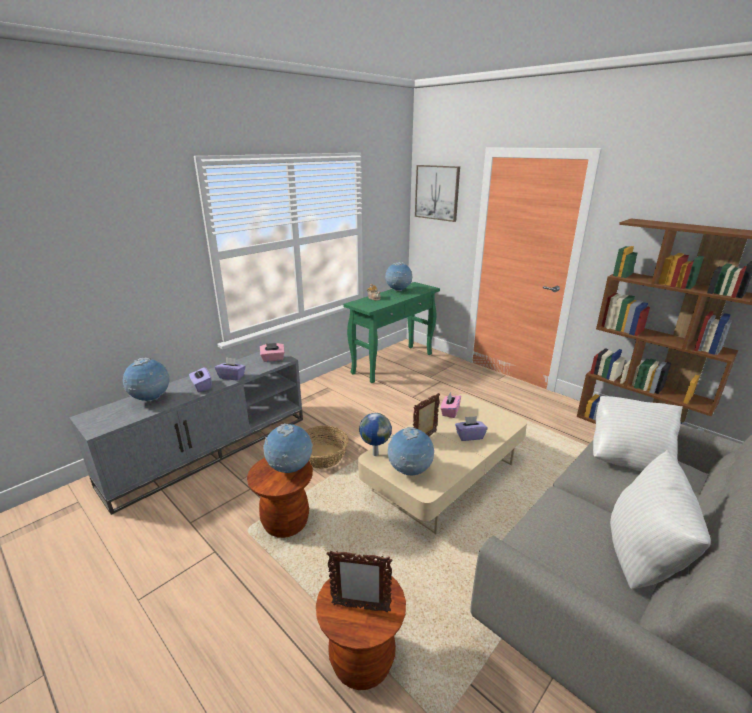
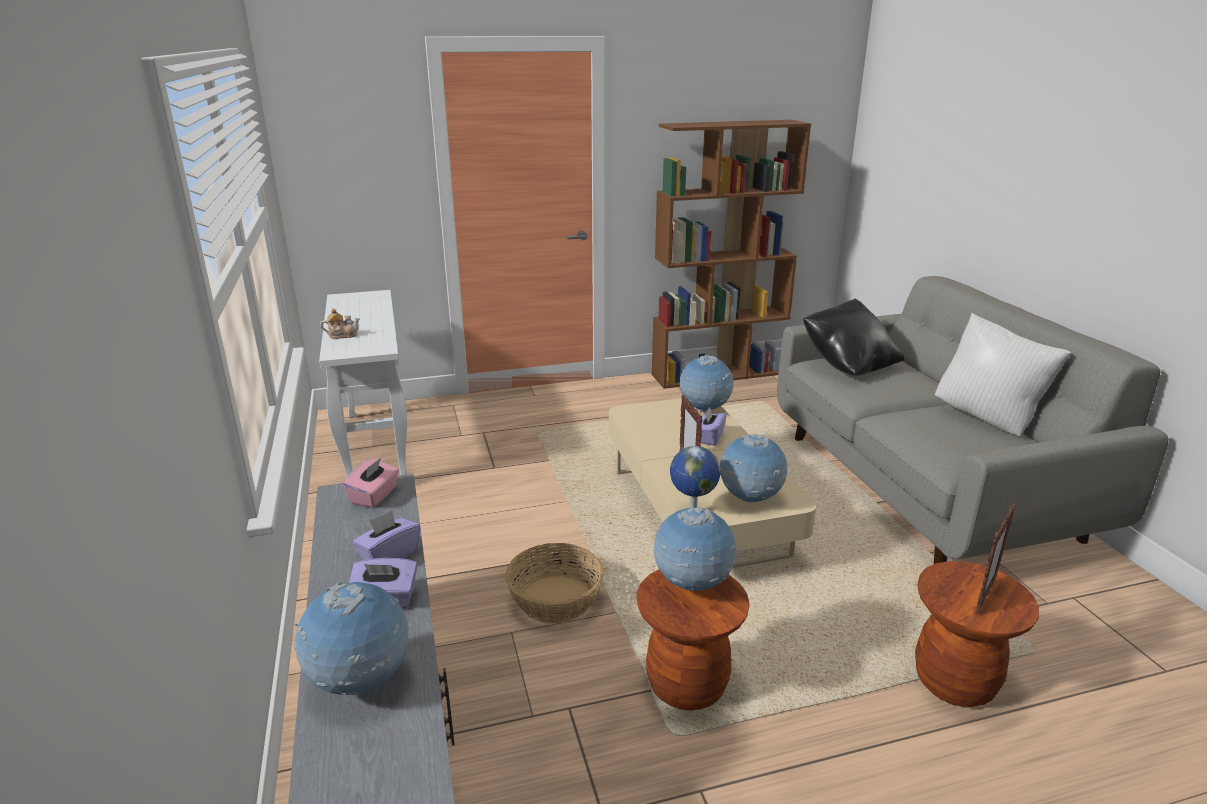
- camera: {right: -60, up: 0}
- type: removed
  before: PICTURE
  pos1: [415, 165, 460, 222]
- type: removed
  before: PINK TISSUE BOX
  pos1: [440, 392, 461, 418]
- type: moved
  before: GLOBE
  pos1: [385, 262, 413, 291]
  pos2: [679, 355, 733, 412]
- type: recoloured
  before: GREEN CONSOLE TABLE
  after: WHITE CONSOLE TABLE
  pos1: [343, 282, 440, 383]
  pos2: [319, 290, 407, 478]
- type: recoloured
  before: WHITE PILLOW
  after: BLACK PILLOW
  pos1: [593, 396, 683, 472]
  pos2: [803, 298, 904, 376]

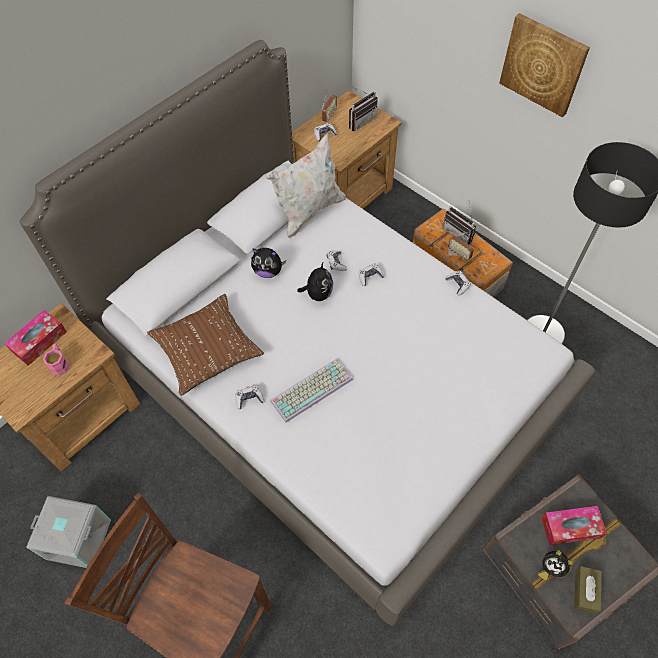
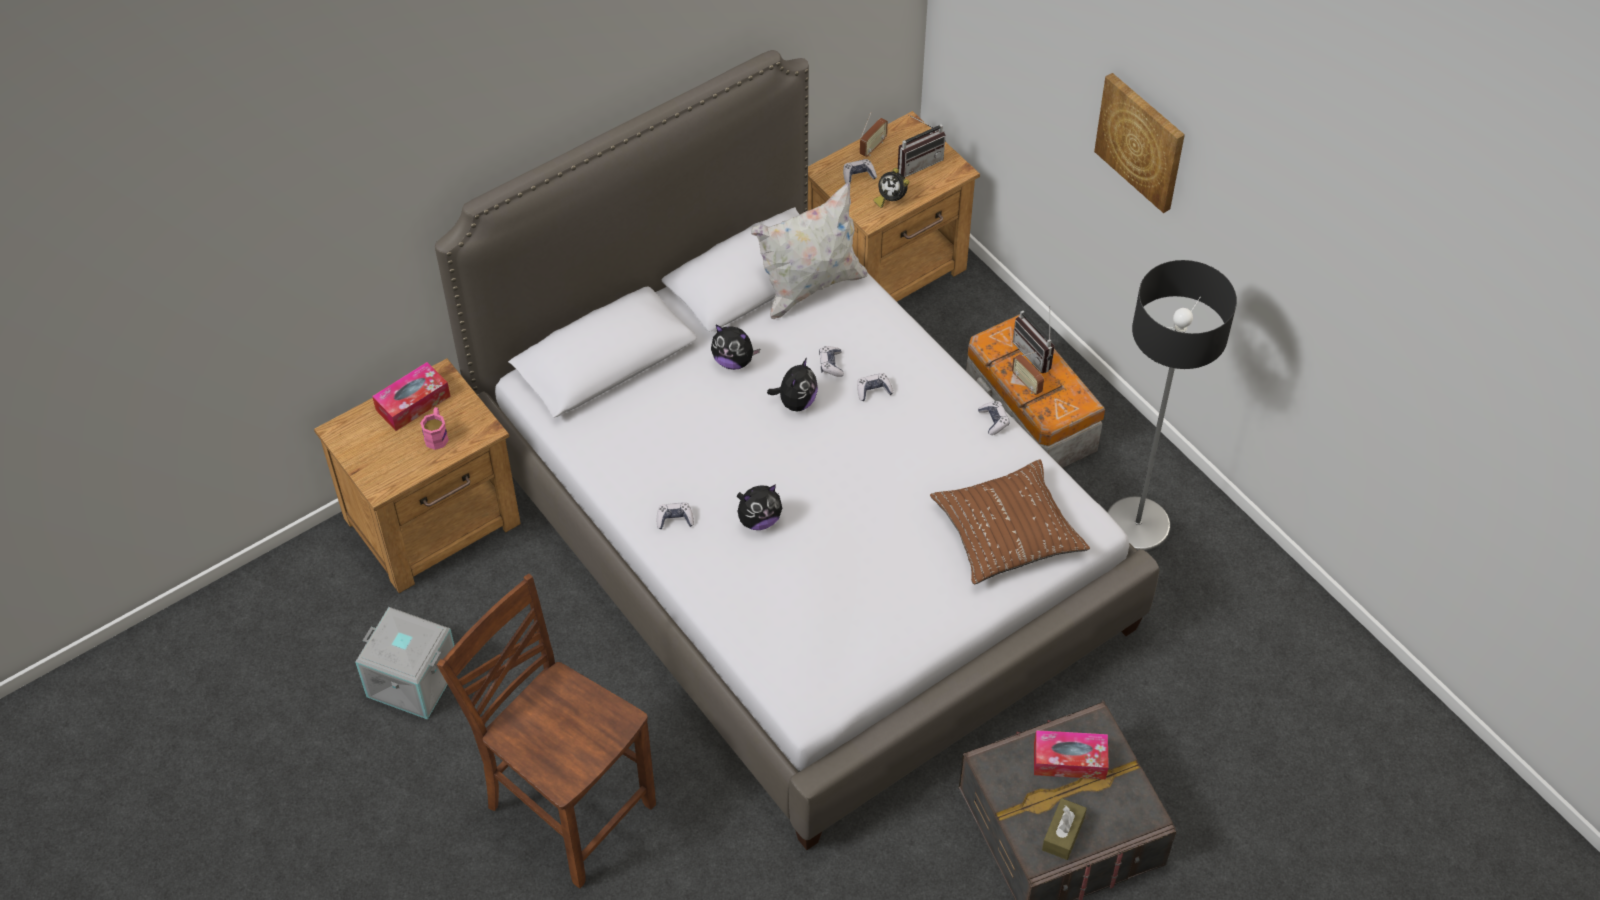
- camera: {right: 10, up: -5}
- type: moved
  before: BROWN PILLOW
  pos1: [147, 294, 264, 396]
  pos2: [930, 460, 1090, 584]
- type: moved
  before: ALARM CLOCK
  pos1: [538, 550, 573, 581]
  pos2: [873, 168, 909, 208]
- type: replaced
  before: KEYBOARD
  after: PLUSH TOY
  pos1: [270, 359, 353, 423]
  pos2: [737, 484, 782, 530]

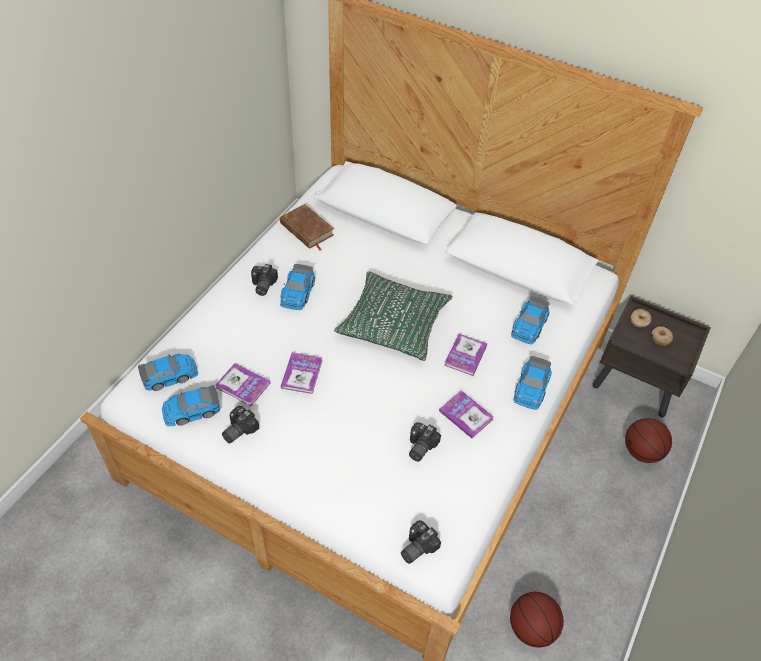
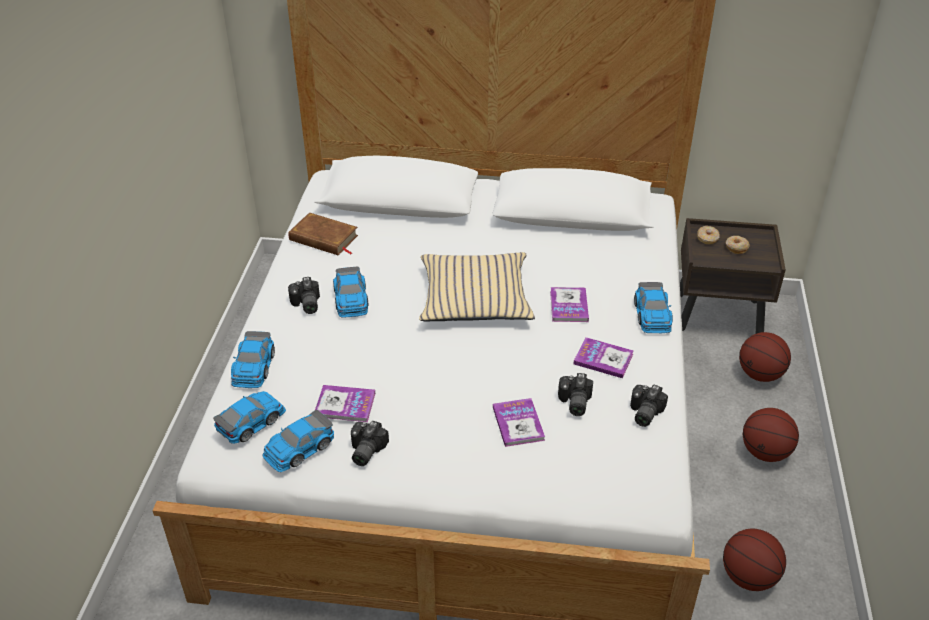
- camera: {right: -20, up: -10}
- type: added
  after: BASKETBALL
  pos2: [743, 408, 799, 462]
- type: moved
  before: BOOK
  pos1: [281, 352, 322, 394]
  pos2: [493, 398, 545, 447]
- type: moved
  before: PHOTO CAMERA
  pos1: [401, 520, 441, 564]
  pos2: [630, 384, 668, 427]
- type: moved
  before: TOY CAR
  pos1: [511, 296, 550, 344]
  pos2: [231, 331, 275, 388]
- type: recoloured
  before: GREEN PILLOW
  after: BEIGE PILLOW
  pos1: [334, 272, 453, 361]
  pos2: [419, 252, 535, 321]

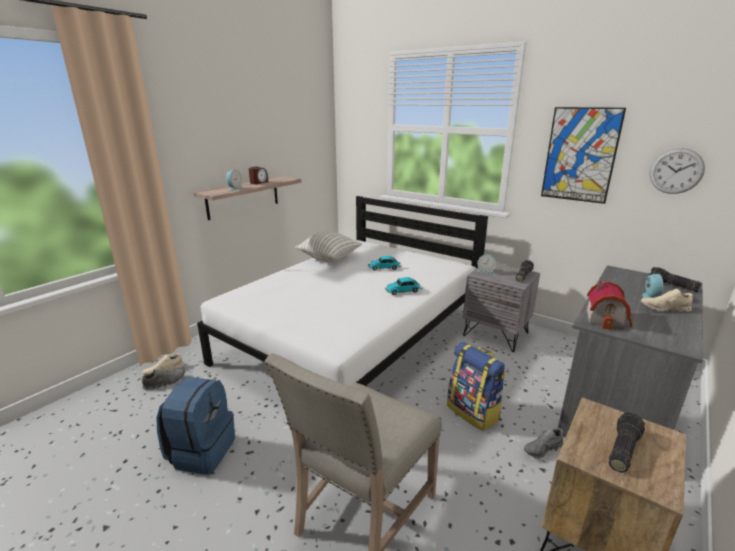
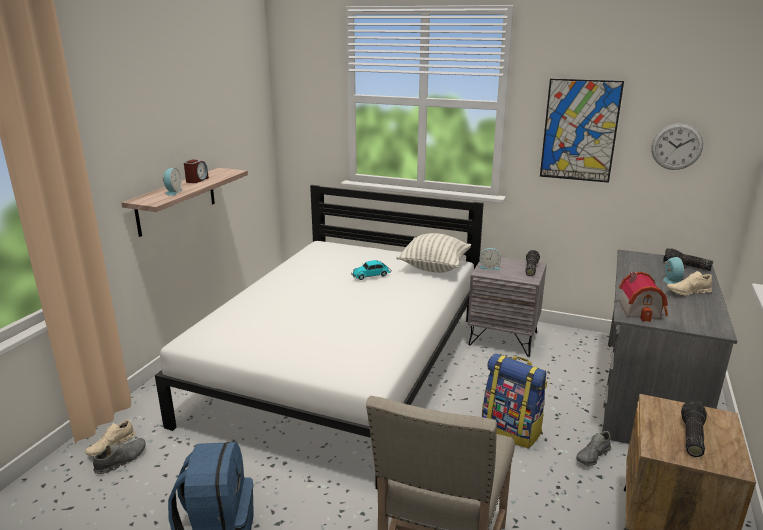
- camera: {right: -15, up: 0}
- type: removed
  before: TOY CAR
  pos1: [385, 277, 422, 295]
- type: moved
  before: PILLOW
  pos1: [295, 232, 362, 262]
  pos2: [396, 233, 471, 273]

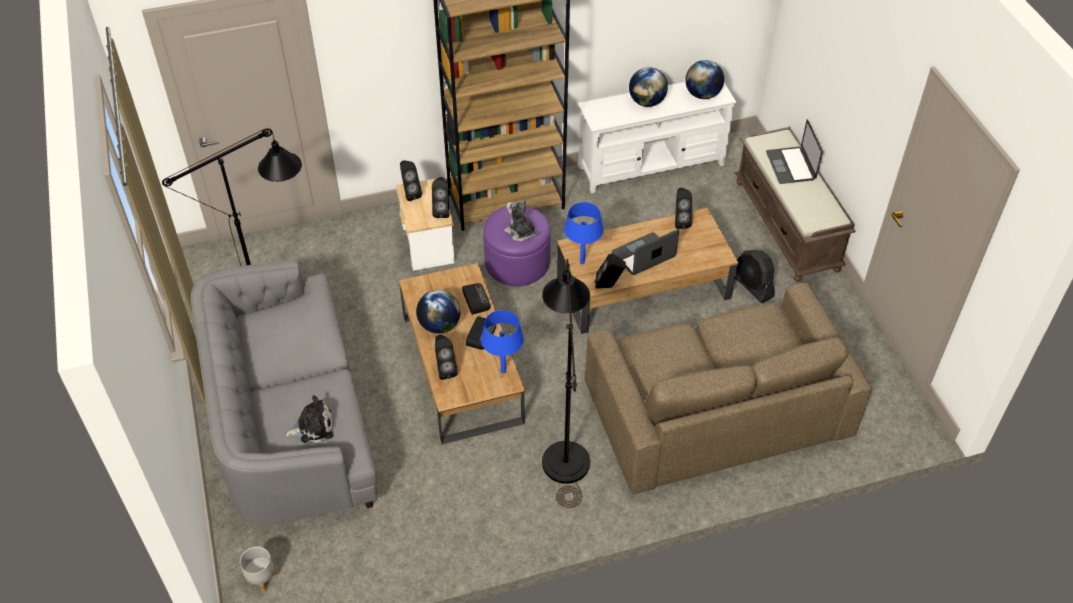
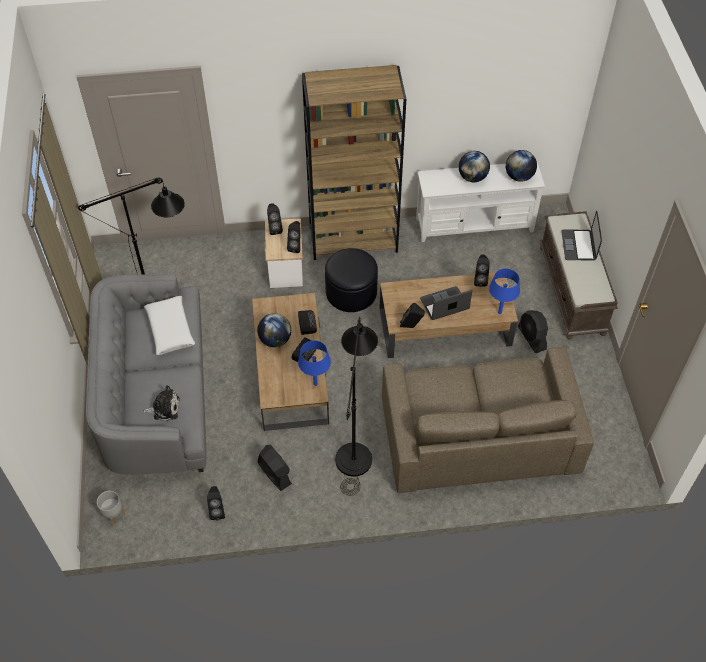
- camera: {right: 10, up: 5}
- type: removed
  before: PLUSH TOY
  pos1: [504, 198, 537, 241]
- type: added
  after: WHITE PILLOW
  pos2: [144, 296, 195, 355]
- type: added
  after: BLACK FAN
  pos2: [258, 445, 292, 491]
- type: moved
  before: BLACK SPEAKER
  pos1: [435, 335, 458, 380]
  pos2: [207, 486, 225, 520]
- type: moved
  before: BLUE TABLE LAMP
  pos1: [564, 202, 604, 265]
  pos2: [489, 268, 520, 314]
- type: recoloured
  before: PURPLE OTTOMAN
  after: BLACK OTTOMAN
  pos1: [483, 206, 551, 286]
  pos2: [325, 248, 378, 312]

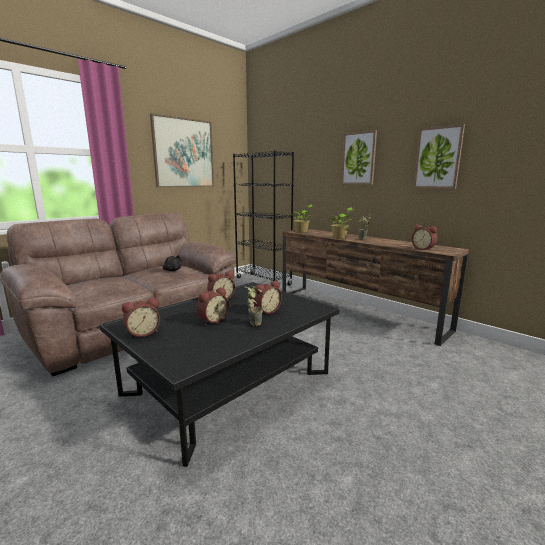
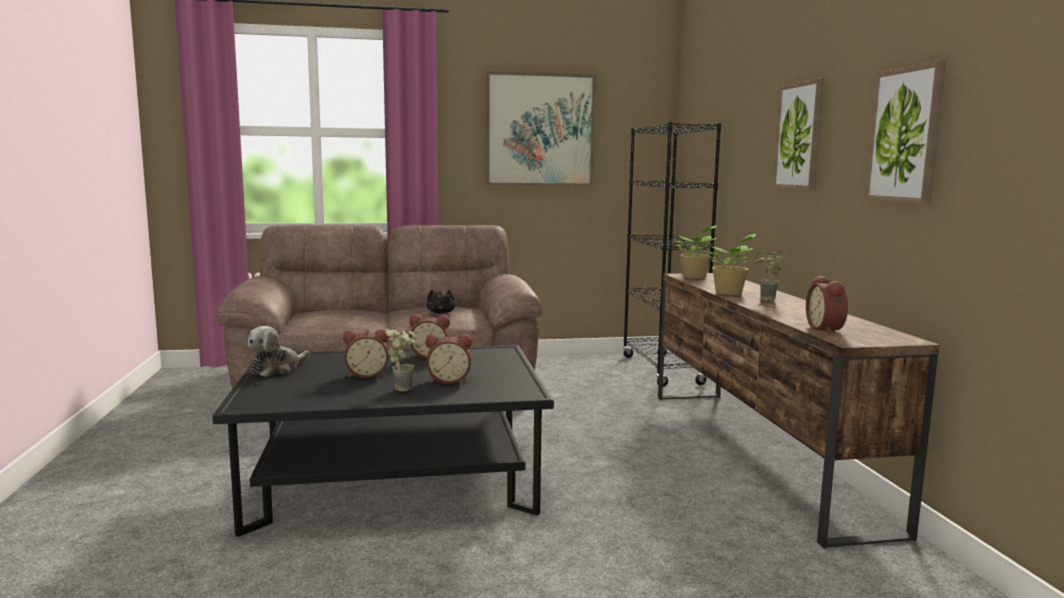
- camera: {right: 35, up: -5}
- type: replaced
  before: ALARM CLOCK
  after: PLUSH TOY
  pos1: [122, 298, 160, 338]
  pos2: [248, 326, 310, 377]

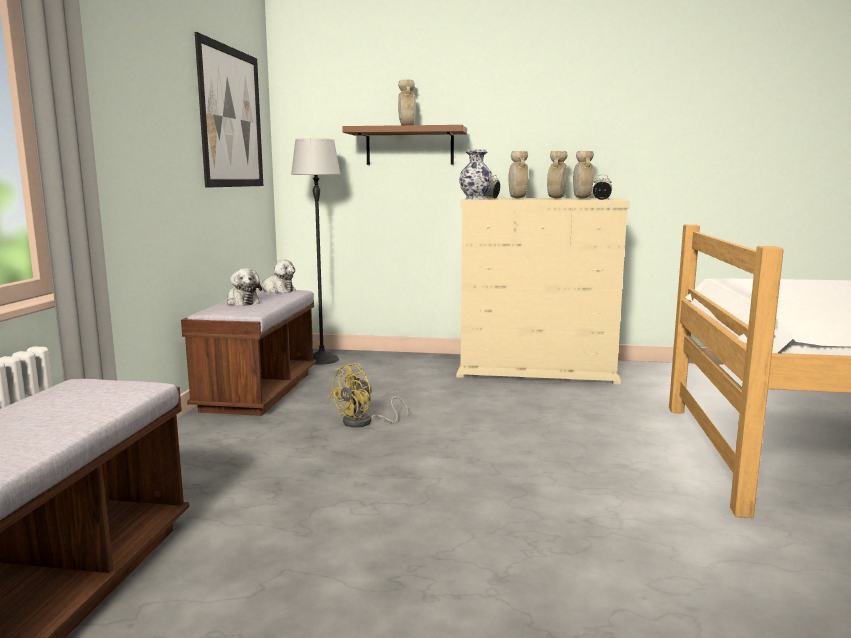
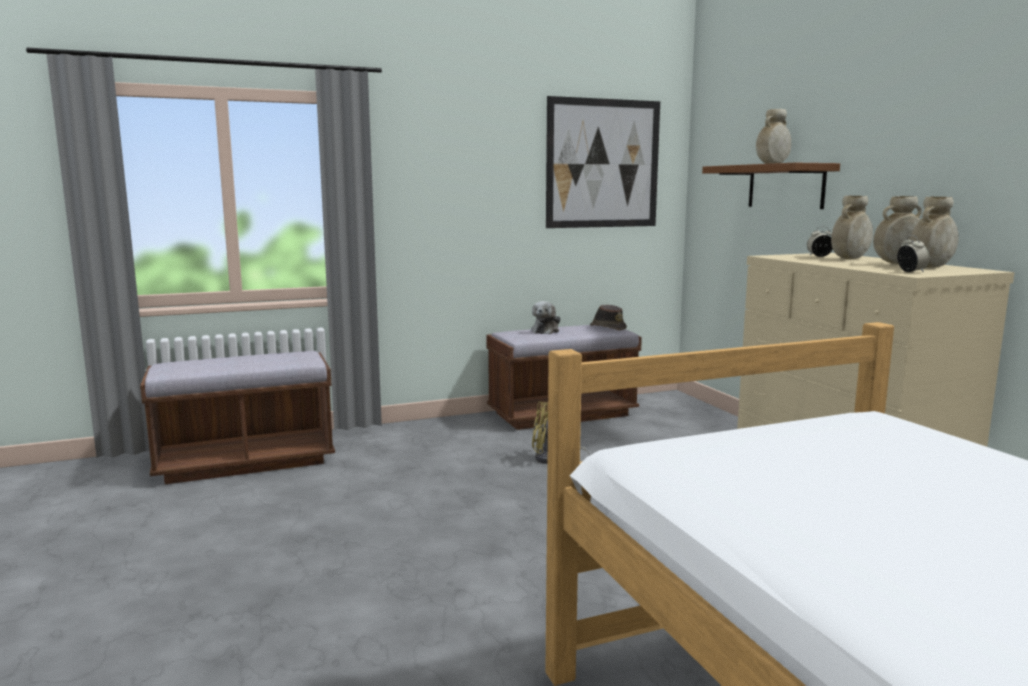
- camera: {right: 60, up: 0}
- type: removed
  before: FLOOR LAMP
  pos1: [291, 138, 341, 365]
- type: removed
  before: VASE
  pos1: [459, 149, 493, 200]
- type: replaced
  before: PLUSH TOY
  after: BROWN HAT
  pos1: [256, 259, 296, 293]
  pos2: [590, 305, 627, 330]

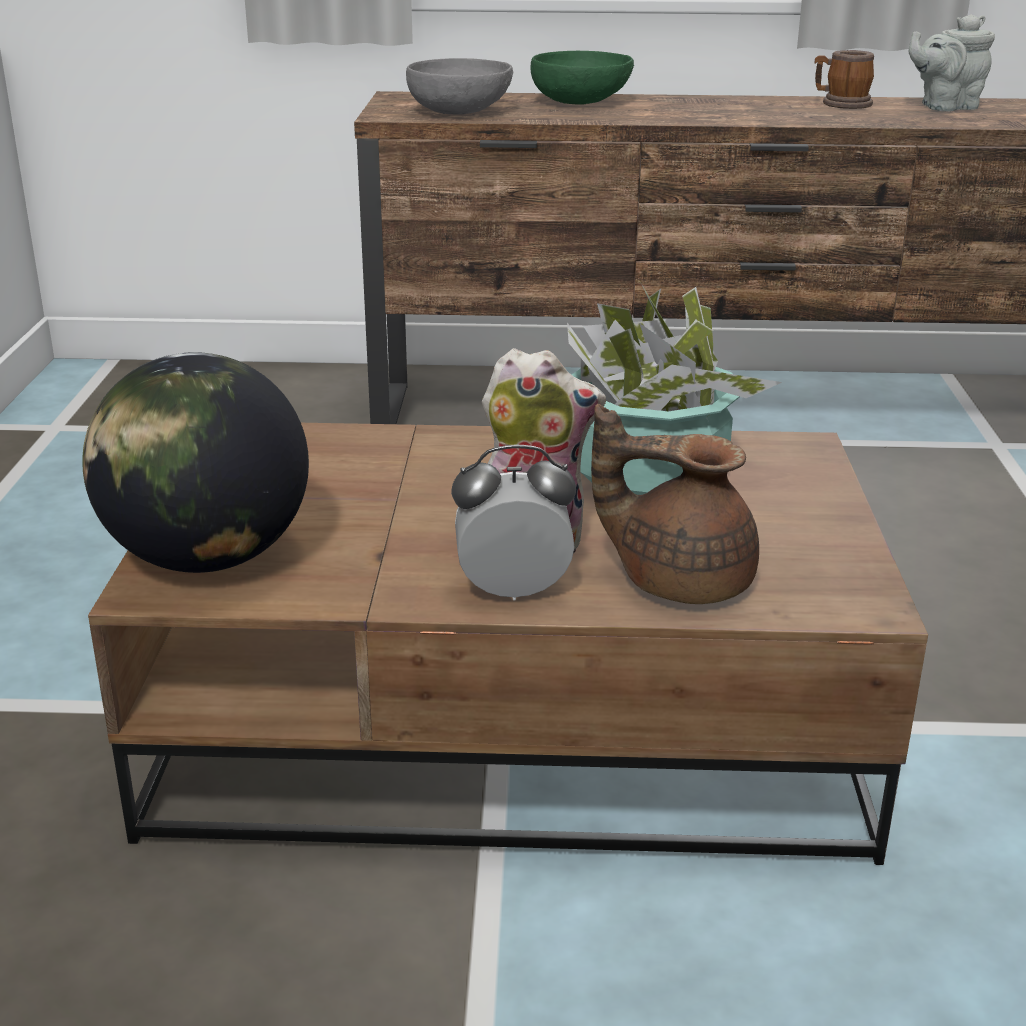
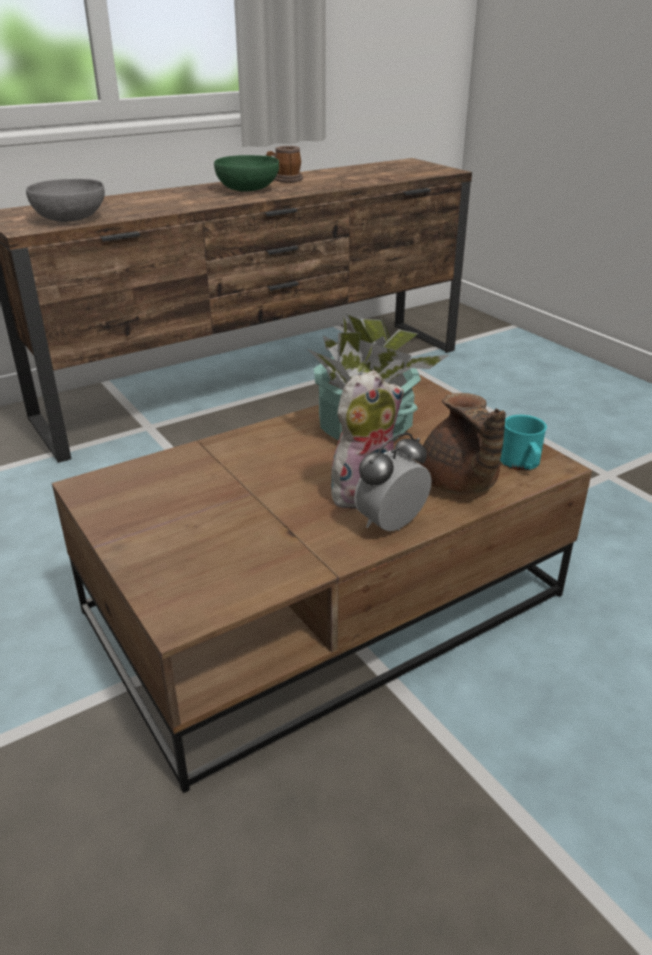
- camera: {right: -35, up: 5}
- type: removed
  before: GLOBE
  pos1: [82, 352, 309, 573]
- type: removed
  before: GREY TEAPOT
  pos1: [909, 14, 995, 112]
- type: added
  after: TURQUOISE MUG
  pos2: [500, 415, 547, 470]
- type: moved
  before: GREEN BOWL
  pos1: [531, 51, 634, 105]
  pos2: [214, 155, 279, 192]
- type: turned
  before: BROWN TEAPOT
  pos1: [591, 404, 759, 604]
  pos2: [419, 393, 506, 494]
  turn: -90

